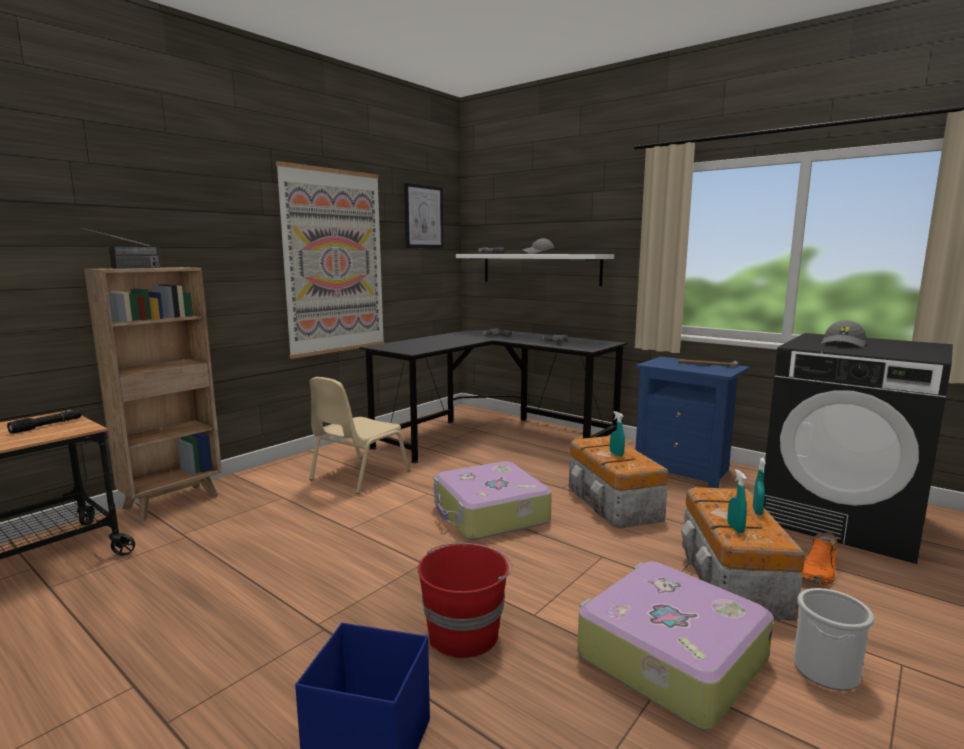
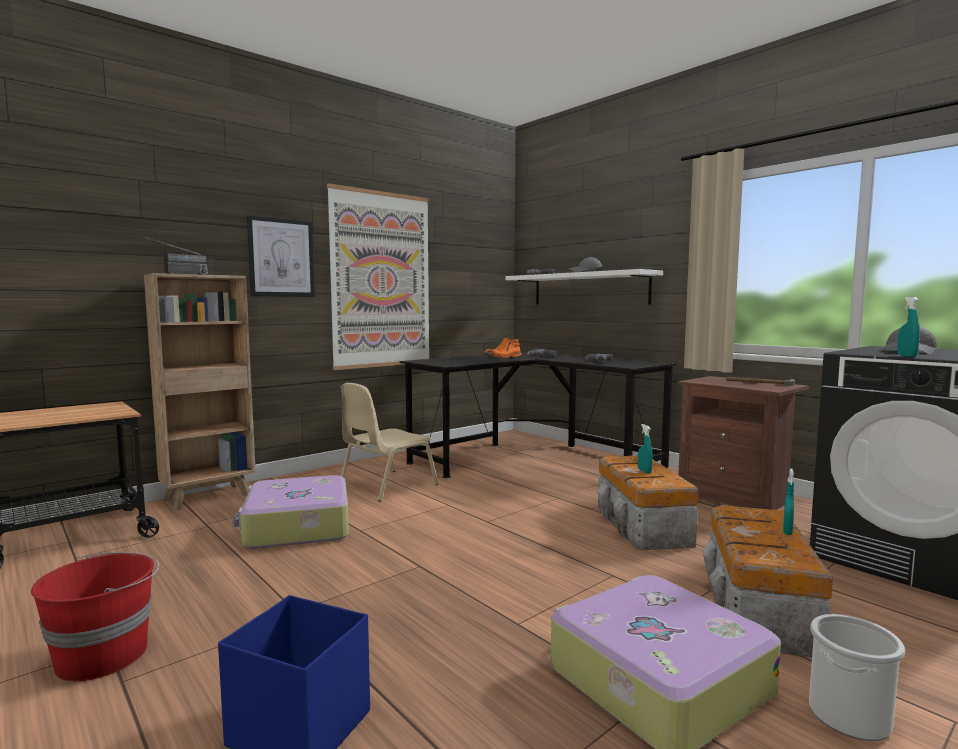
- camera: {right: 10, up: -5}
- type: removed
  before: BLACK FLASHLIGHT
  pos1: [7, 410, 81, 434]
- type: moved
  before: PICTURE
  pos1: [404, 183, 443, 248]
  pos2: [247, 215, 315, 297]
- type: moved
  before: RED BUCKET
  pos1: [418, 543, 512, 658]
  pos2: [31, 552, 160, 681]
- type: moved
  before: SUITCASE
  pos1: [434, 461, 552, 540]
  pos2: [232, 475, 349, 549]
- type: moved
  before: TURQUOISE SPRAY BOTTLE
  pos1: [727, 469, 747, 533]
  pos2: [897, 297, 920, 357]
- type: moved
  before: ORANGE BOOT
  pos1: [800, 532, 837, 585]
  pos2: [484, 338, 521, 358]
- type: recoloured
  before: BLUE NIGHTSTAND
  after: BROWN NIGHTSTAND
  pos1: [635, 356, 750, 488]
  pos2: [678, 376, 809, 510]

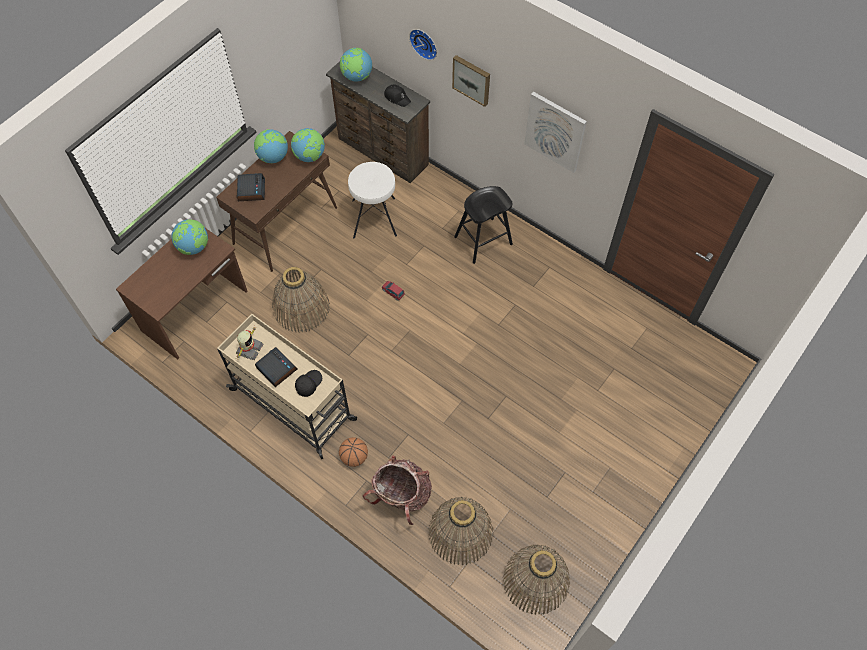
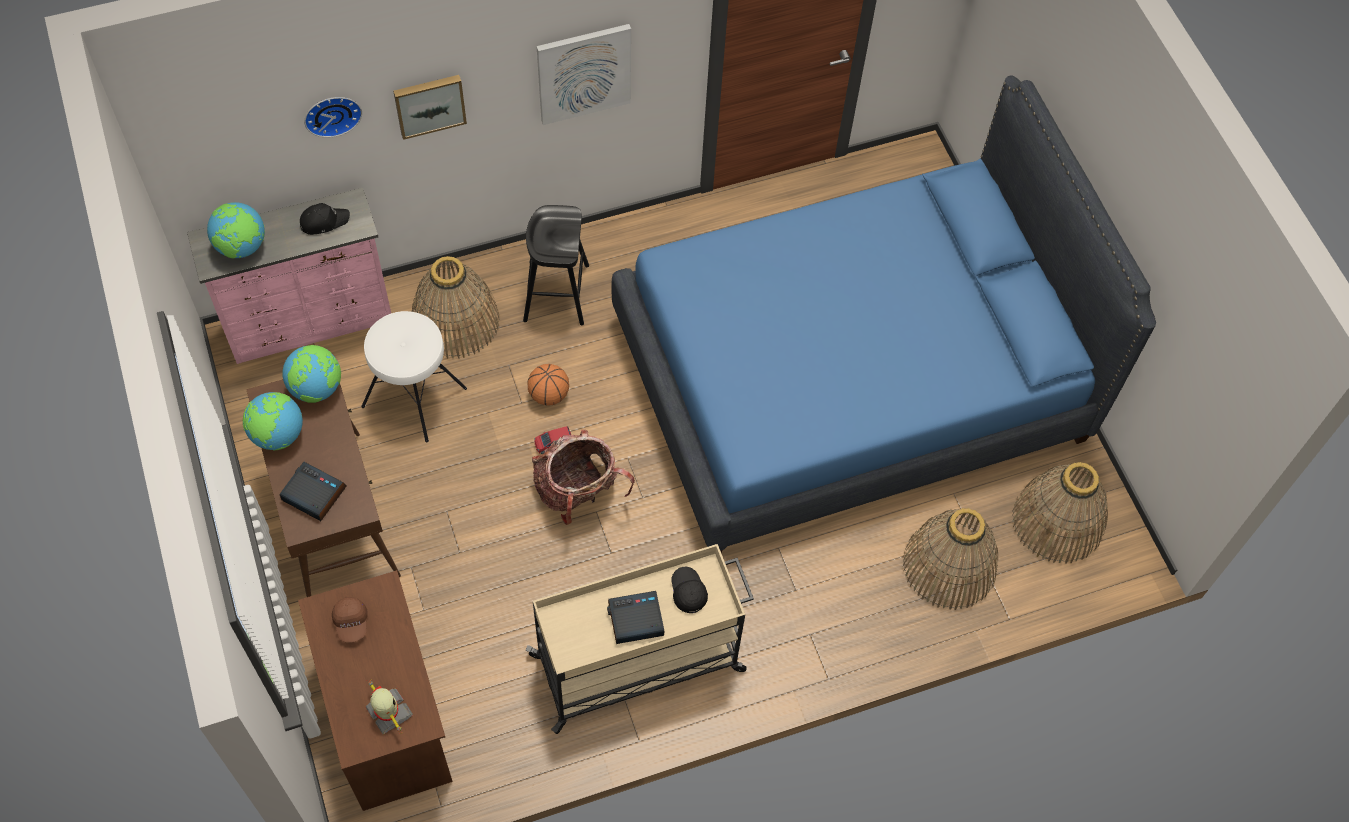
- camera: {right: -60, up: 0}
- type: added
  after: BLUE BED
  pos2: [611, 75, 1156, 553]
- type: moved
  before: TOY ROBOT
  pos1: [236, 327, 263, 360]
  pos2: [366, 680, 413, 734]
- type: moved
  before: BASKET
  pos1: [272, 267, 330, 333]
  pos2: [412, 256, 500, 359]
- type: moved
  before: BASKETBALL
  pos1: [339, 437, 368, 467]
  pos2: [527, 364, 569, 406]
- type: moved
  before: BACKPACK
  pos1: [363, 455, 432, 525]
  pos2: [532, 430, 635, 525]
- type: replaced
  before: GLOBE
  after: BROWN CAP
  pos1: [171, 219, 208, 255]
  pos2: [332, 597, 368, 643]
- type: recoloured
  before: BROWN DRESSER
  after: PINK DRESSER
  pos1: [326, 61, 430, 183]
  pos2: [187, 187, 391, 364]

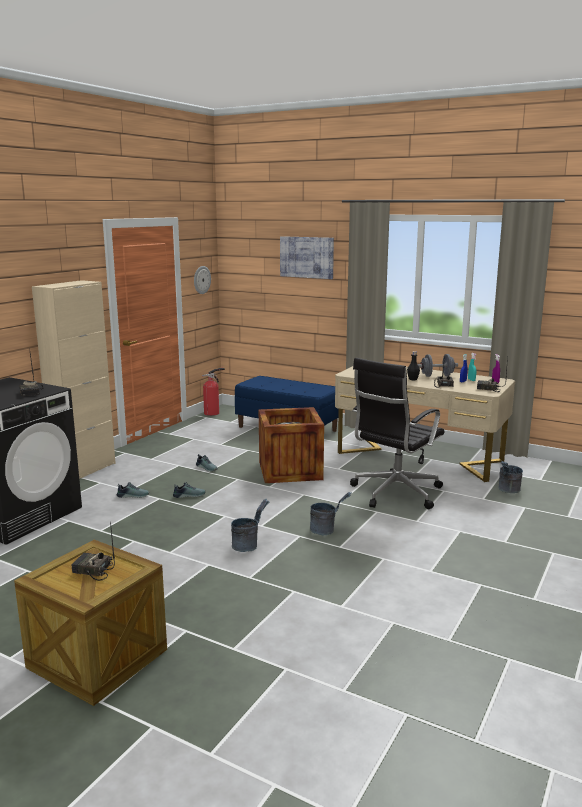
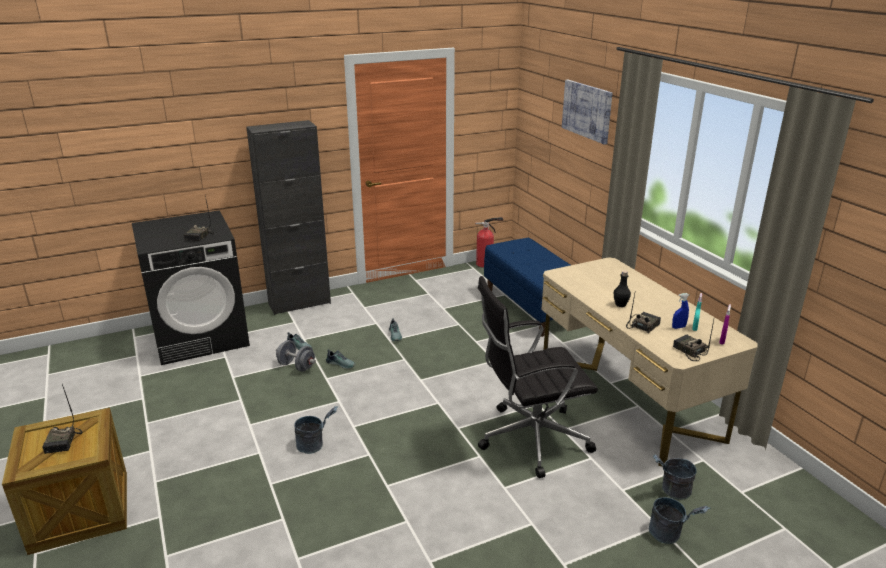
- camera: {right: 35, up: 10}
- type: removed
  before: WALL CLOCK
  pos1: [194, 266, 211, 294]
- type: removed
  before: CRATE
  pos1: [259, 407, 324, 483]
- type: moved
  before: GREY BUCKET
  pos1: [310, 492, 352, 535]
  pos2: [649, 497, 711, 544]
- type: moved
  before: GREY DUMBBELL
  pos1: [417, 354, 458, 377]
  pos2: [276, 340, 316, 372]
- type: recoloured
  before: BEIGE CABINET
  after: BLACK CABINET
  pos1: [32, 280, 116, 479]
  pos2: [246, 120, 331, 315]
- type: turned
  before: RADIO
  pos1: [71, 521, 115, 581]
  pos2: [42, 384, 83, 454]
  turn: -150

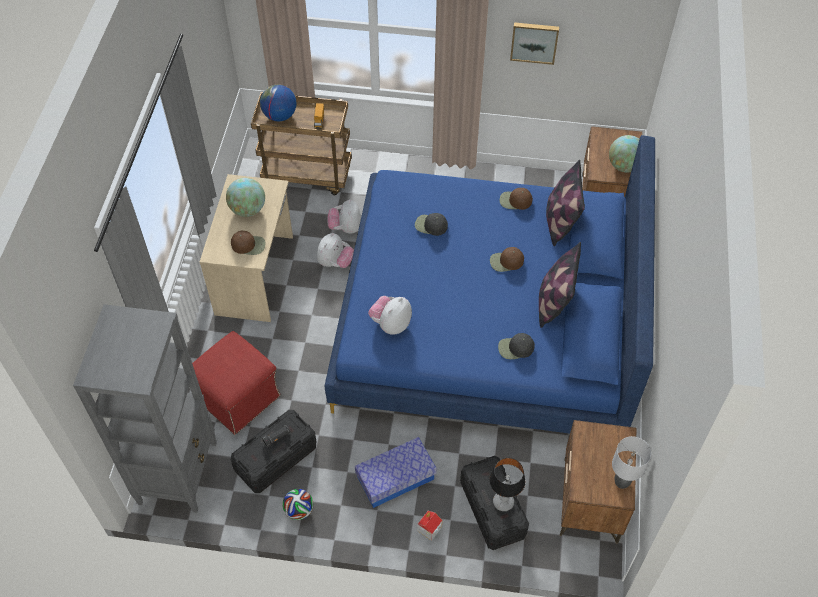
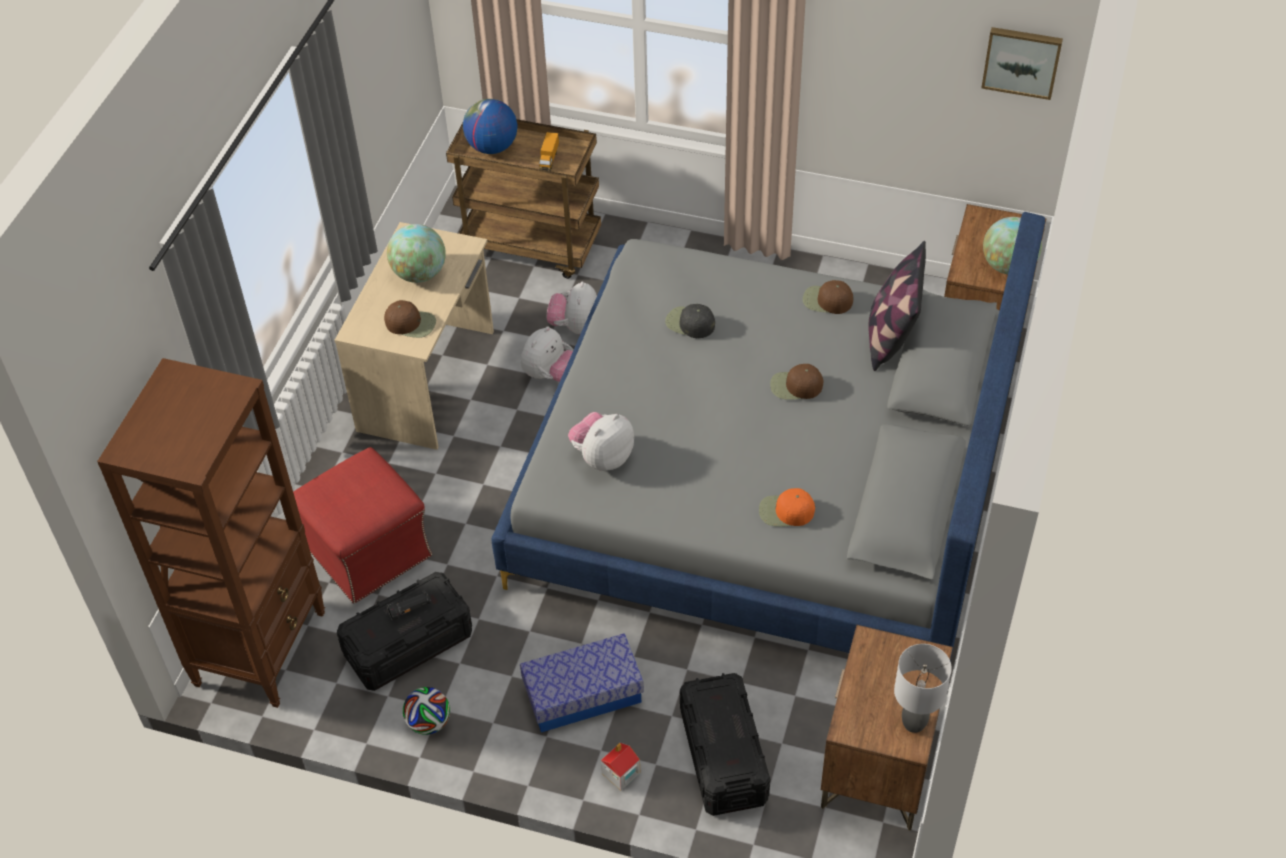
- camera: {right: 10, up: -5}
- type: removed
  before: TABLE LAMP
  pos1: [489, 458, 525, 511]
- type: removed
  before: PILLOW
  pos1: [539, 242, 581, 328]
- type: moved
  before: PICTURE
  pos1: [510, 22, 559, 65]
  pos2: [981, 27, 1063, 100]
- type: recoloured
  before: GREY BOOKCASE
  after: BROWN BOOKCASE
  pos1: [73, 304, 217, 513]
  pos2: [97, 358, 325, 708]
- type: recoloured
  before: BLUE BED
  after: GREY BED
  pos1: [325, 135, 655, 434]
  pos2: [491, 212, 1045, 661]
- type: recoloured
  before: BLACK CAP
  after: ORANGE CAP
  pos1: [498, 333, 535, 359]
  pos2: [759, 488, 815, 527]

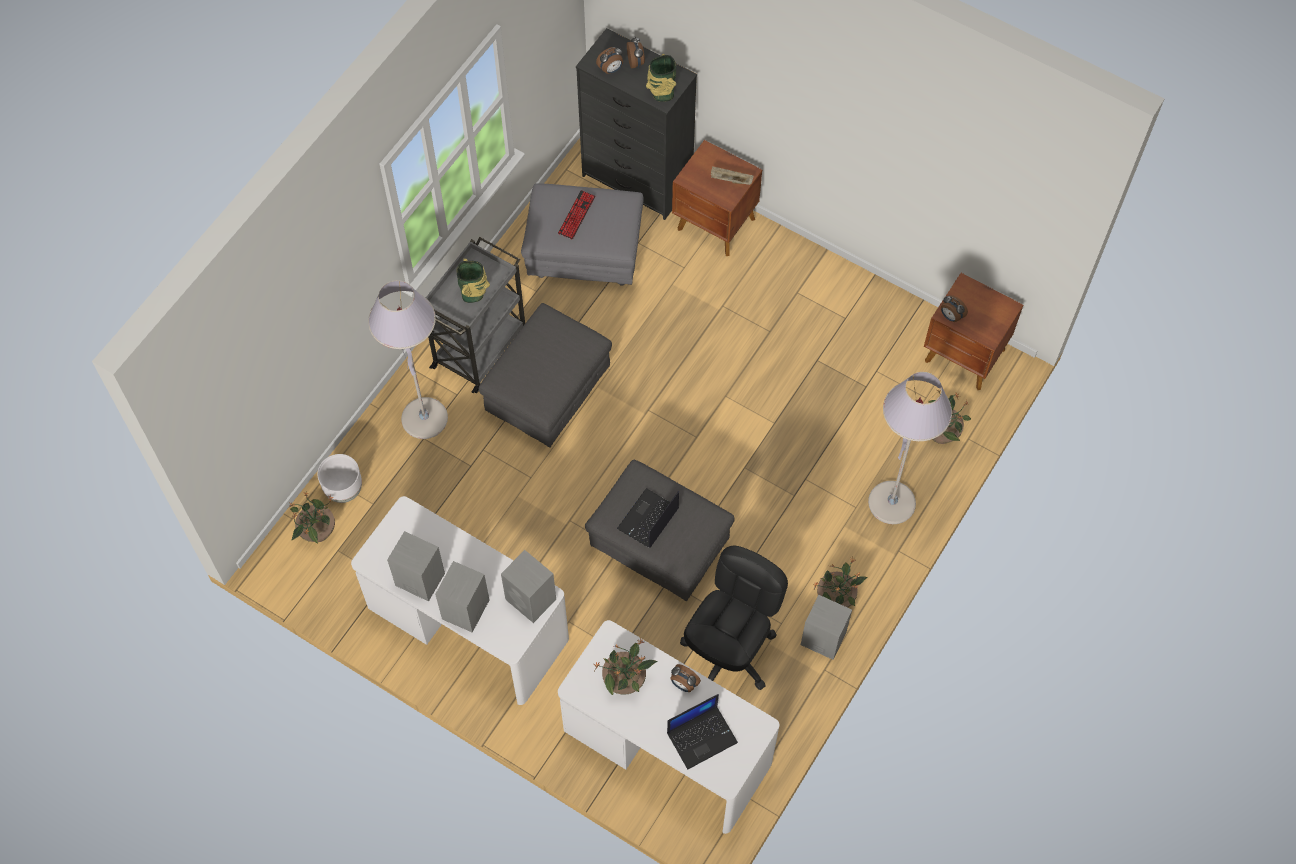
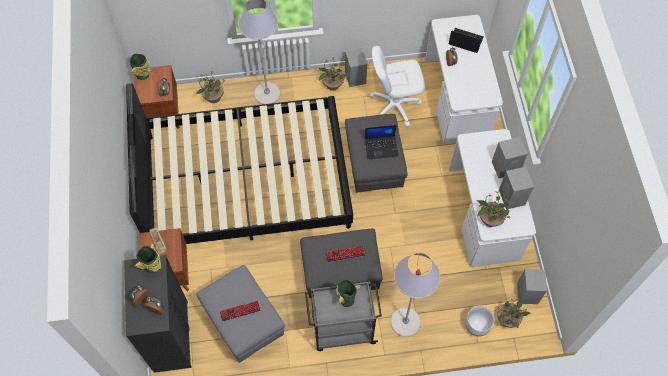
- camera: {right: -130, up: 0}
- type: added
  after: BLACK BED
  pos2: [126, 83, 353, 244]
- type: added
  after: VASE
  pos2: [130, 53, 151, 80]
- type: added
  after: KEYBOARD
  pos2: [326, 246, 365, 262]
- type: moved
  before: GREY SPEAKER
  pos1: [501, 550, 556, 623]
  pos2: [517, 269, 547, 304]
- type: moved
  before: POTTED PLANT
  pos1: [594, 637, 657, 695]
  pos2: [477, 192, 510, 227]
- type: recoloured
  before: BLACK OFFICE CHAIR
  after: WHITE OFFICE CHAIR
  pos1: [680, 546, 788, 690]
  pos2: [370, 46, 425, 127]

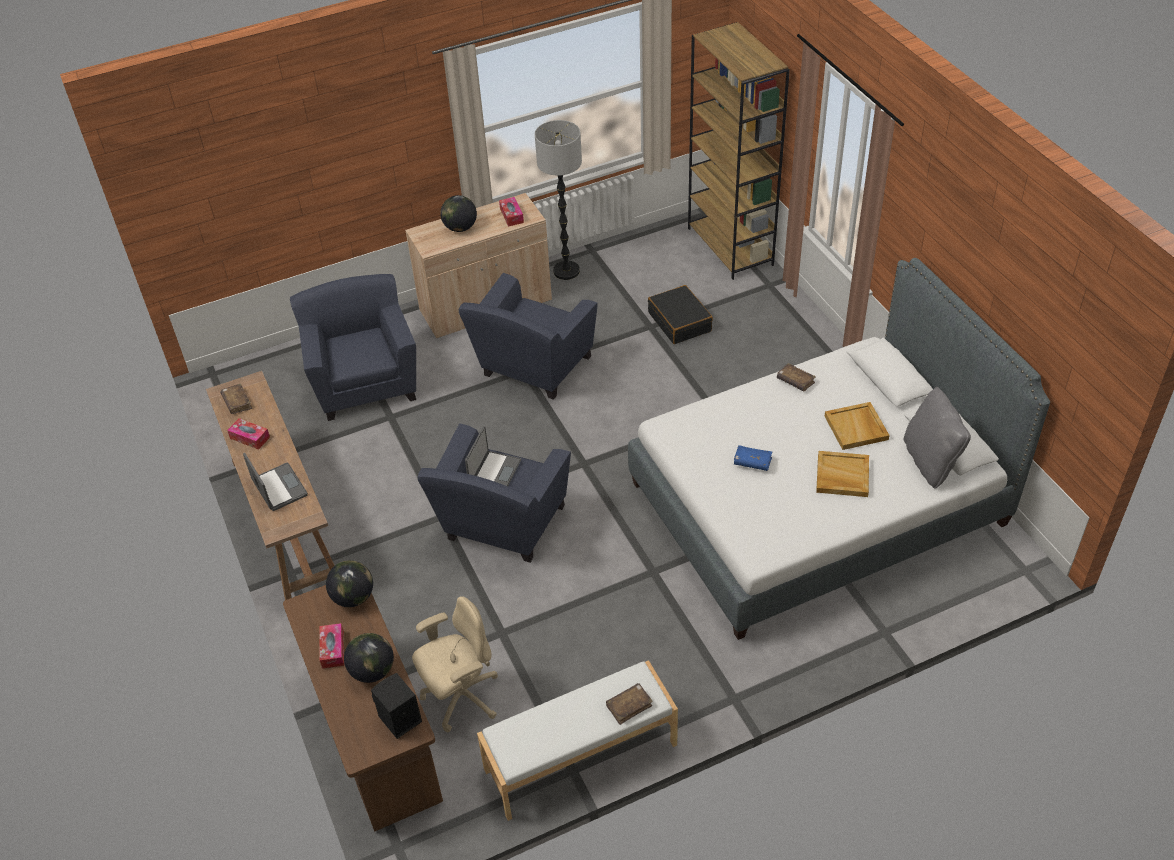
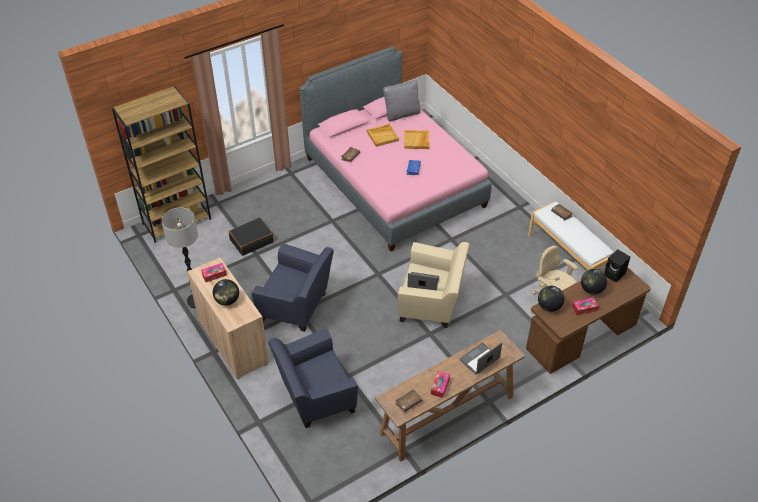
- camera: {right: -100, up: 0}
- type: recoloured
  before: BLUE ARMCHAIR
  after: BEIGE ARMCHAIR
  pos1: [418, 423, 571, 563]
  pos2: [398, 242, 470, 328]
- type: recoloured
  before: WHITE BED
  after: PINK BED
  pos1: [628, 258, 1050, 640]
  pos2: [299, 46, 492, 251]

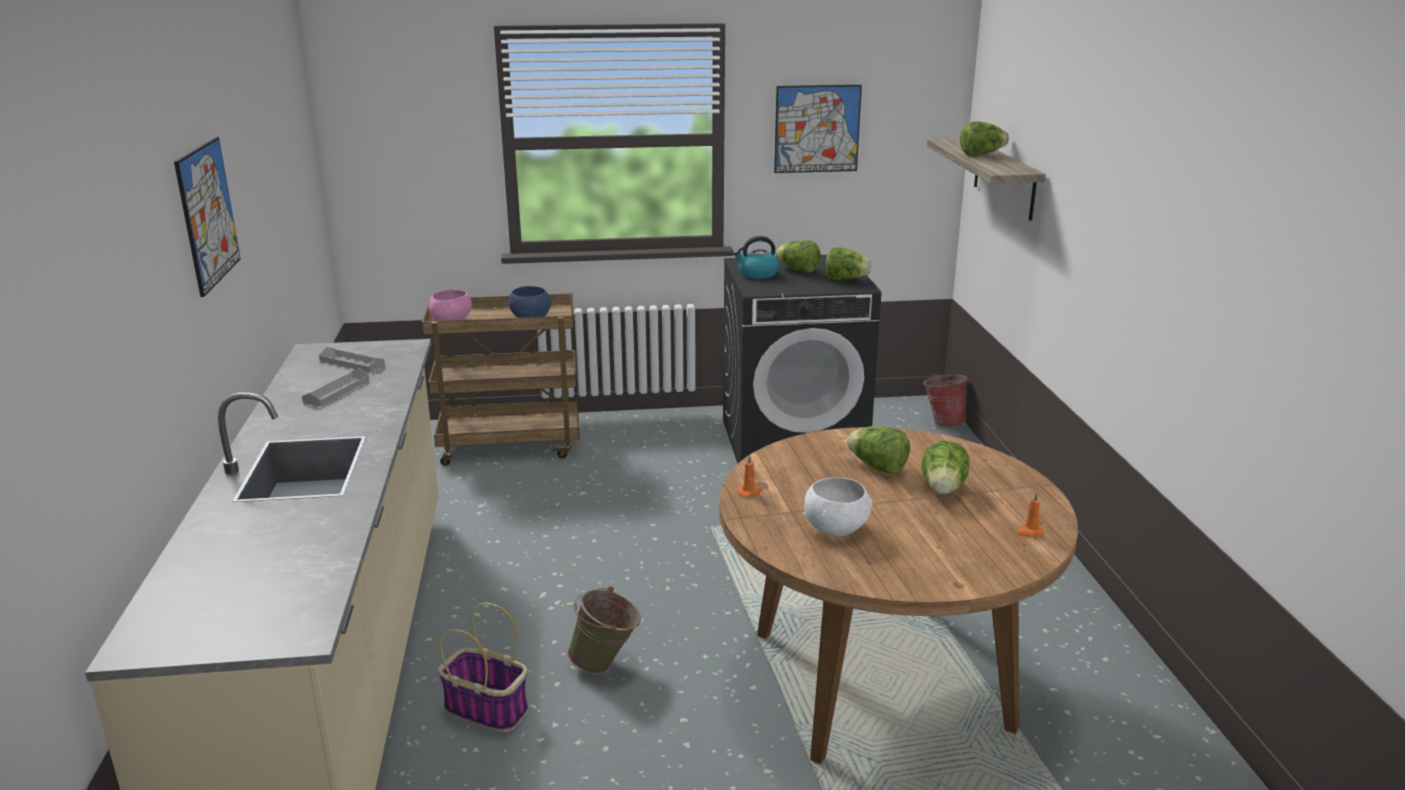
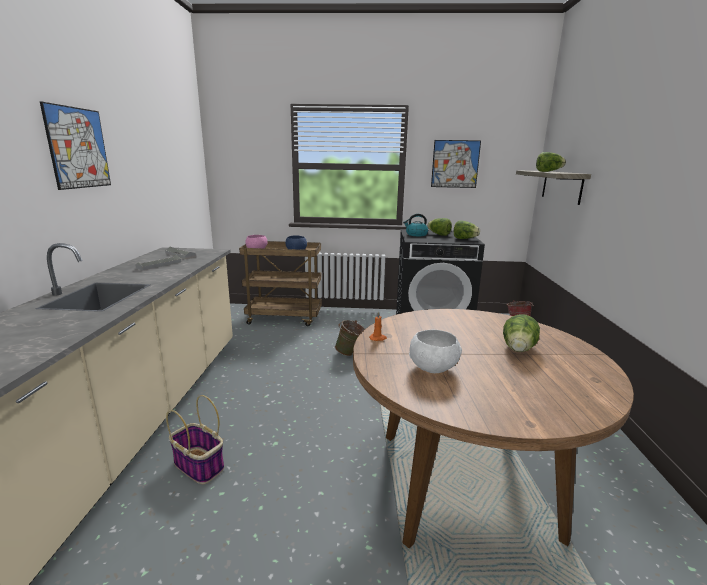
- camera: {right: 10, up: -5}
- type: removed
  before: LETTUCE
  pos1: [847, 426, 910, 474]
- type: removed
  before: ORANGE CANDLE
  pos1: [1017, 492, 1044, 537]
- type: moved
  before: GREEN BUCKET
  pos1: [567, 586, 641, 674]
  pos2: [335, 320, 365, 356]

